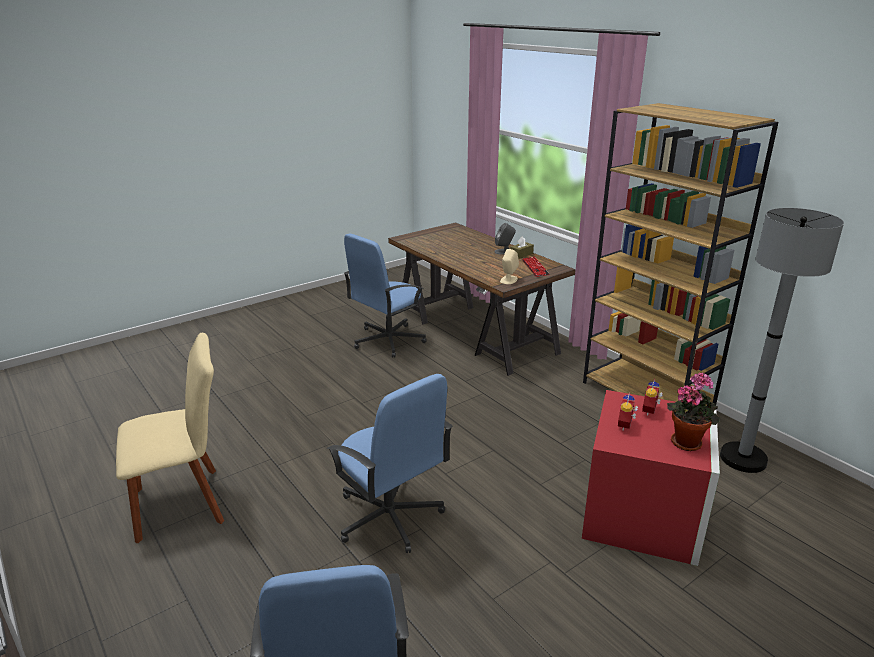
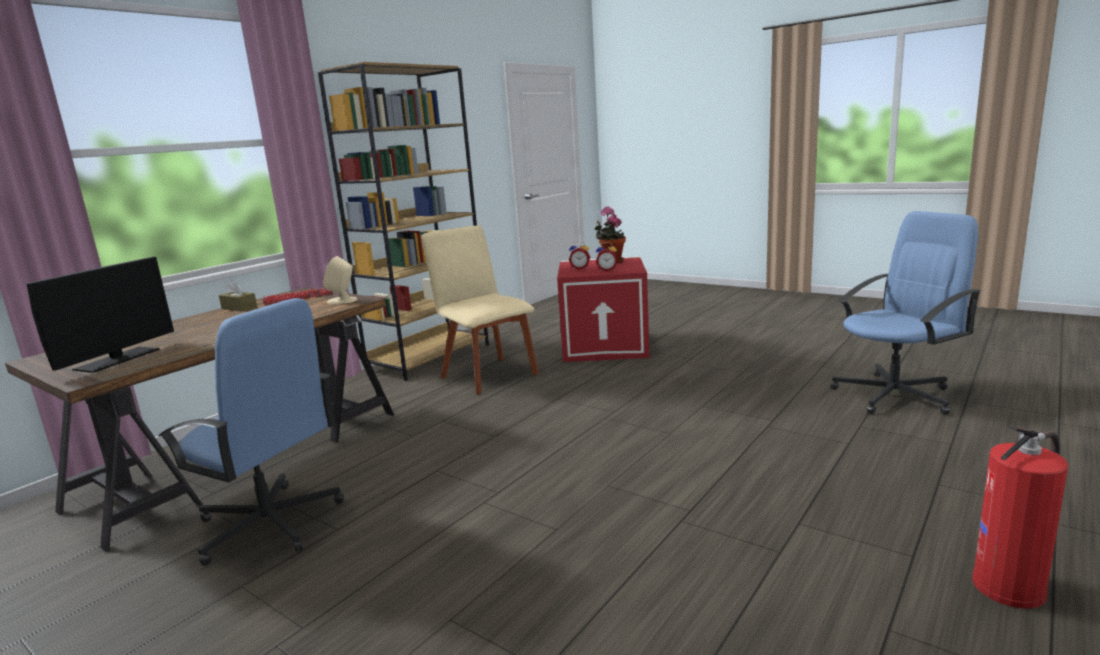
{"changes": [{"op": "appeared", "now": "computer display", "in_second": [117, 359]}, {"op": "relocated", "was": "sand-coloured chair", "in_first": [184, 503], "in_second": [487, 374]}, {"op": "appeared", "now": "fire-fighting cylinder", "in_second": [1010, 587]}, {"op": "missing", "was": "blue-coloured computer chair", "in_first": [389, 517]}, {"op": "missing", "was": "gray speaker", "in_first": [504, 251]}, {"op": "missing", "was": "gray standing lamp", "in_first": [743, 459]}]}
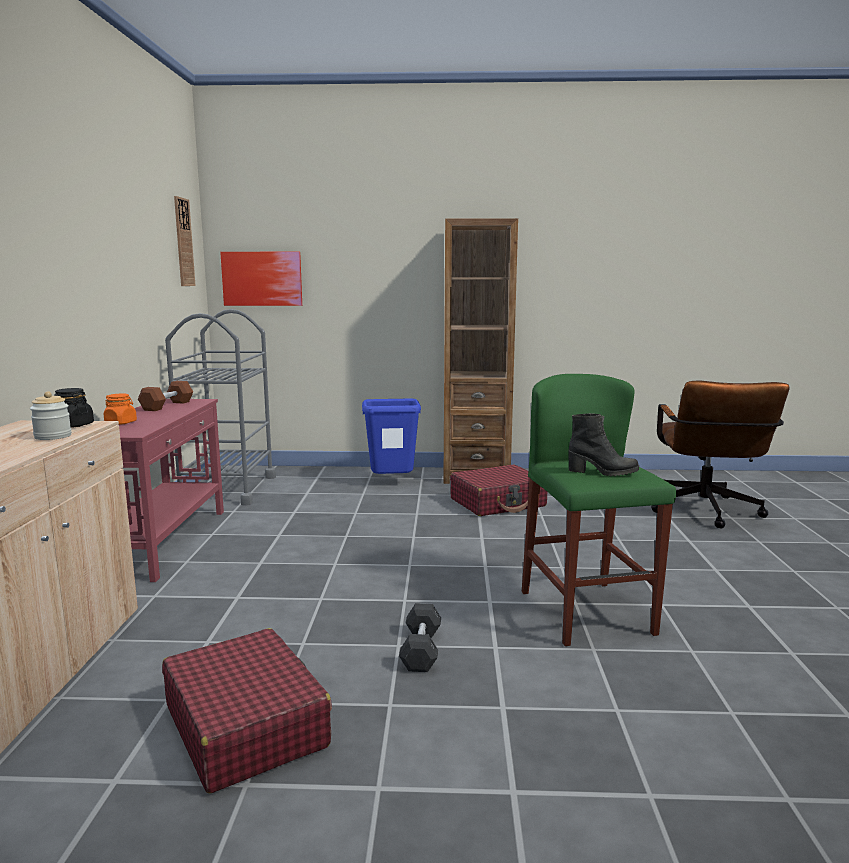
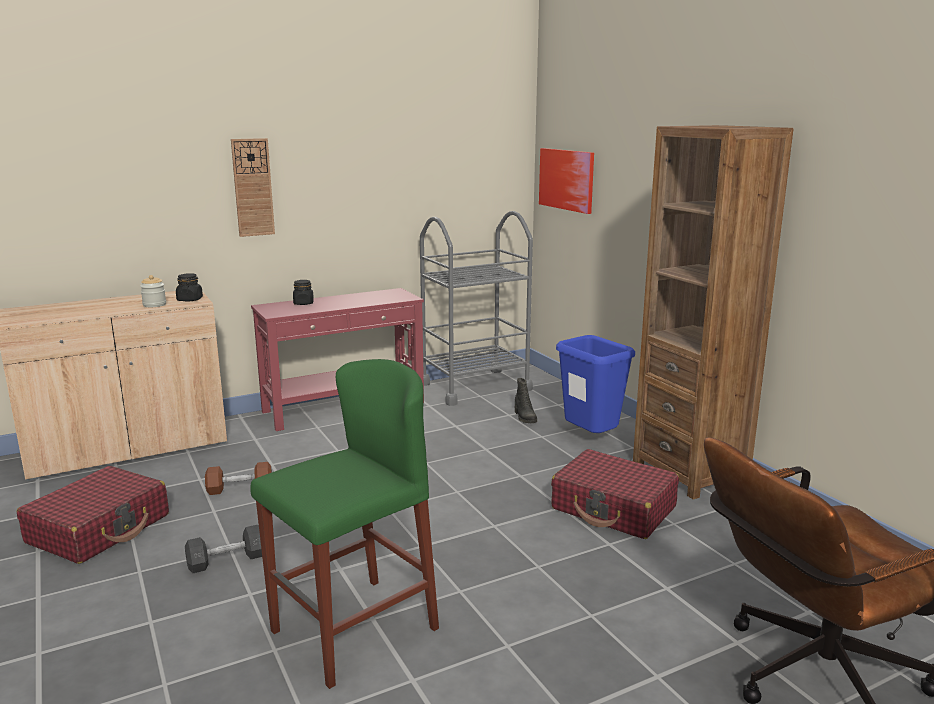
{"changes": [{"op": "relocated", "was": "brown dumbbell", "in_first": [167, 406], "in_second": [240, 488]}, {"op": "relocated", "was": "wall clock", "in_first": [183, 242], "in_second": [253, 187]}, {"op": "colour", "was": "orange jar", "now": "blackish jar", "in_first": [121, 423], "in_second": [303, 303]}, {"op": "relocated", "was": "blackish high-top boot", "in_first": [602, 472], "in_second": [524, 418]}]}
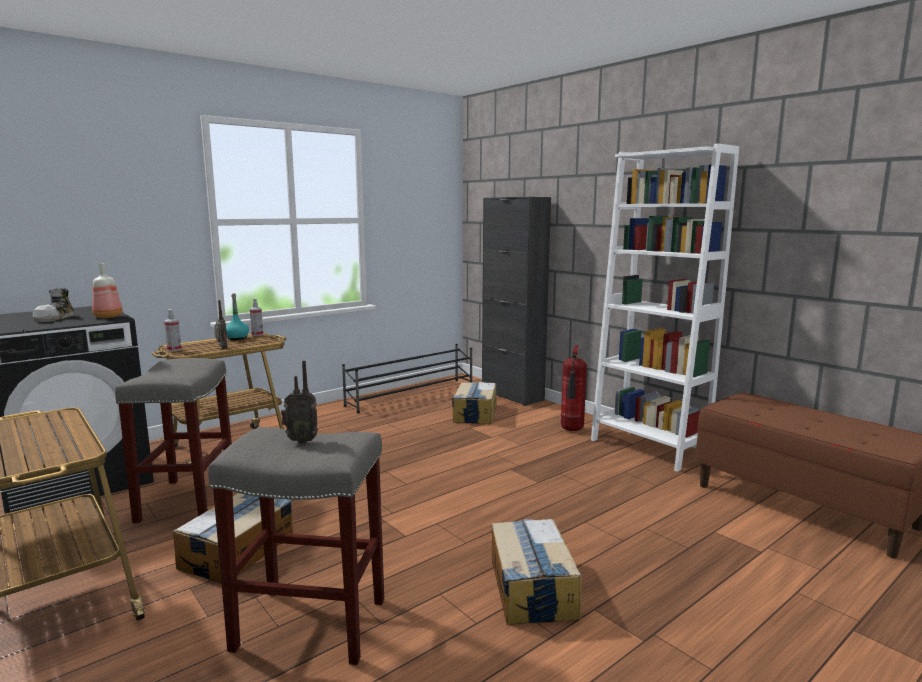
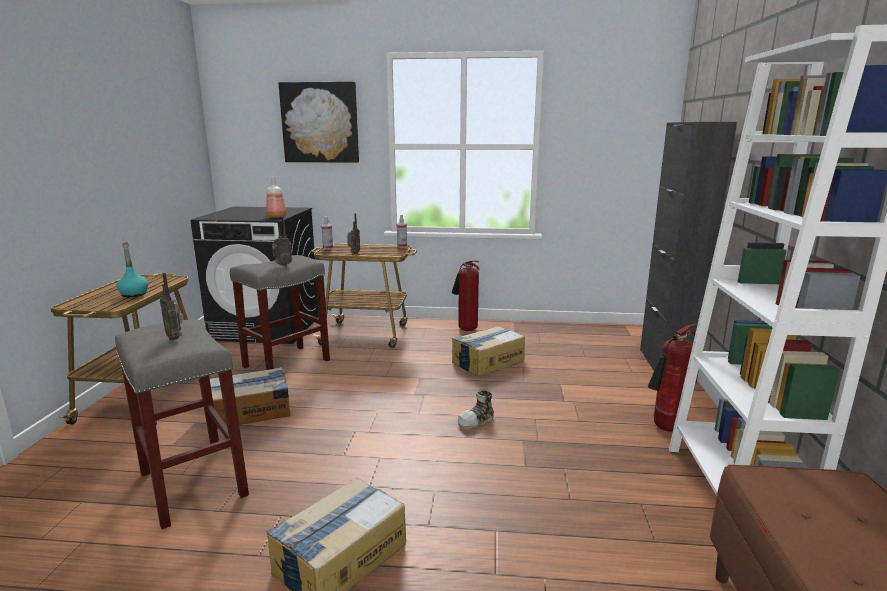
{"changes": [{"op": "relocated", "was": "turquoise beverage bottle", "in_first": [237, 338], "in_second": [134, 294]}, {"op": "appeared", "now": "radio", "in_second": [282, 265]}, {"op": "appeared", "now": "picture", "in_second": [320, 123]}, {"op": "appeared", "now": "fire-fighting cylinder", "in_second": [465, 329]}, {"op": "relocated", "was": "carton", "in_first": [475, 413], "in_second": [487, 361]}, {"op": "relocated", "was": "low shoe", "in_first": [56, 318], "in_second": [476, 421]}, {"op": "missing", "was": "blackish shoe shelf", "in_first": [412, 395]}]}
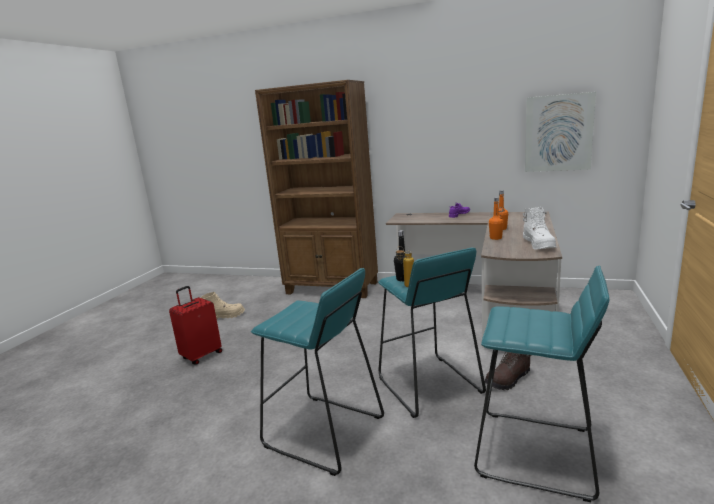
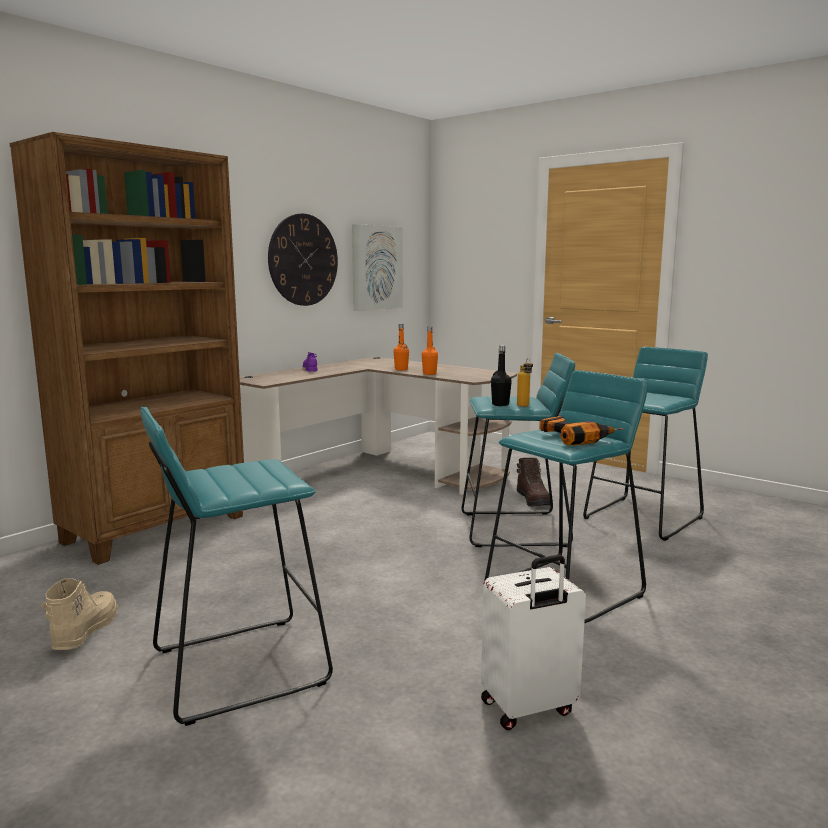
{"changes": [{"op": "exchanged", "was": "red suitcase", "now": "turquoise sitting stool", "in_first": [201, 355], "in_second": [238, 667]}, {"op": "appeared", "now": "wall clock", "in_second": [303, 260]}, {"op": "appeared", "now": "whitish suitcase", "in_second": [529, 708]}, {"op": "appeared", "now": "power drill", "in_second": [576, 438]}, {"op": "missing", "was": "whitish high-top boot", "in_first": [539, 244]}]}
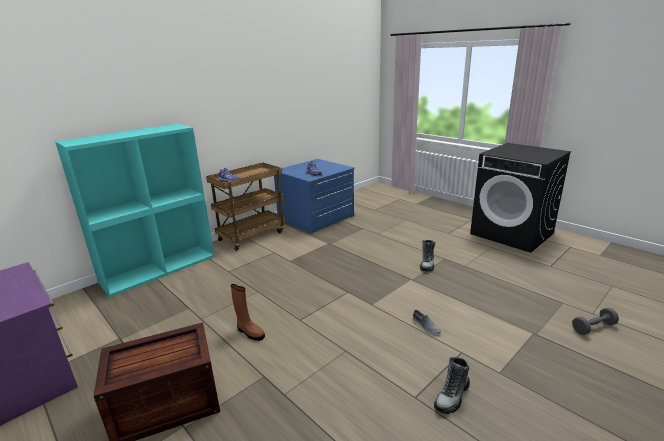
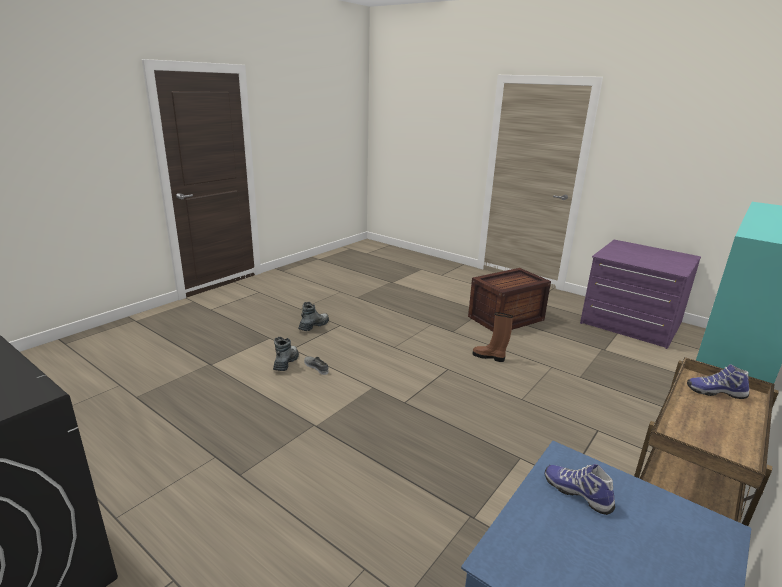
{"changes": [{"op": "relocated", "was": "high-top boot", "in_first": [427, 264], "in_second": [286, 363]}, {"op": "missing", "was": "gray dumbbell", "in_first": [593, 327]}]}
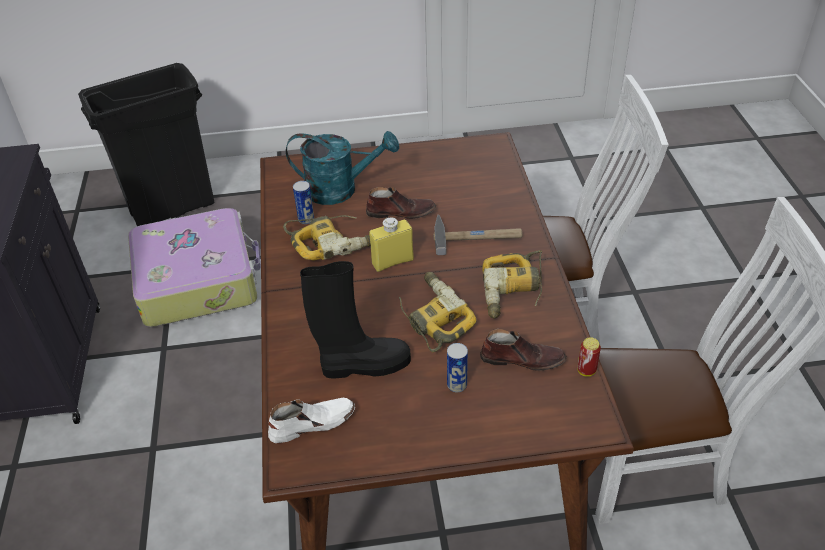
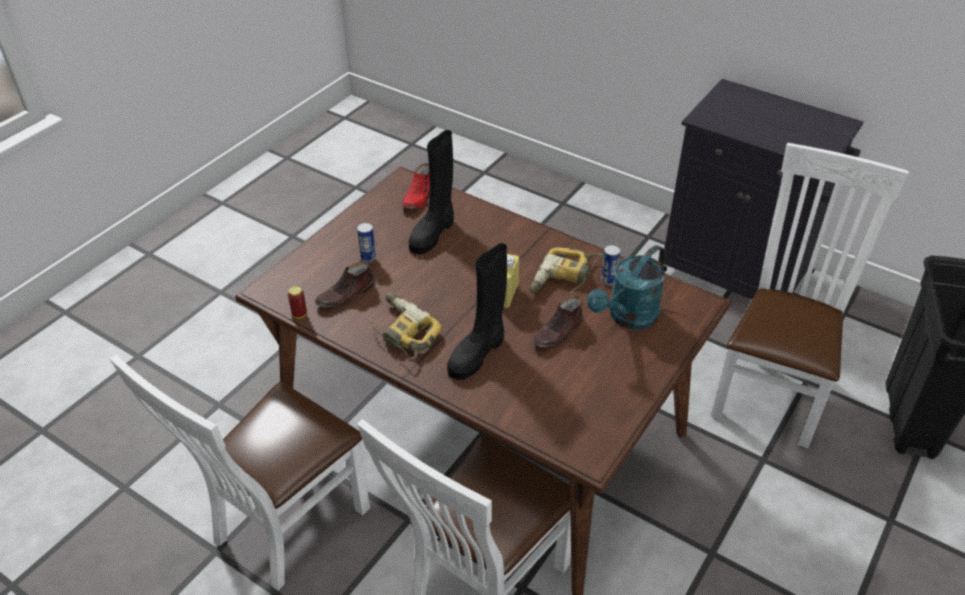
{"changes": [{"op": "colour", "was": "whitish low shoe", "now": "red low shoe", "in_first": [312, 423], "in_second": [419, 196]}, {"op": "exchanged", "was": "tool hammer", "now": "blackish high-top boot", "in_first": [477, 237], "in_second": [478, 353]}, {"op": "exchanged", "was": "suitcase", "now": "whitish chair", "in_first": [198, 279], "in_second": [772, 388]}, {"op": "missing", "was": "power drill", "in_first": [432, 317]}]}
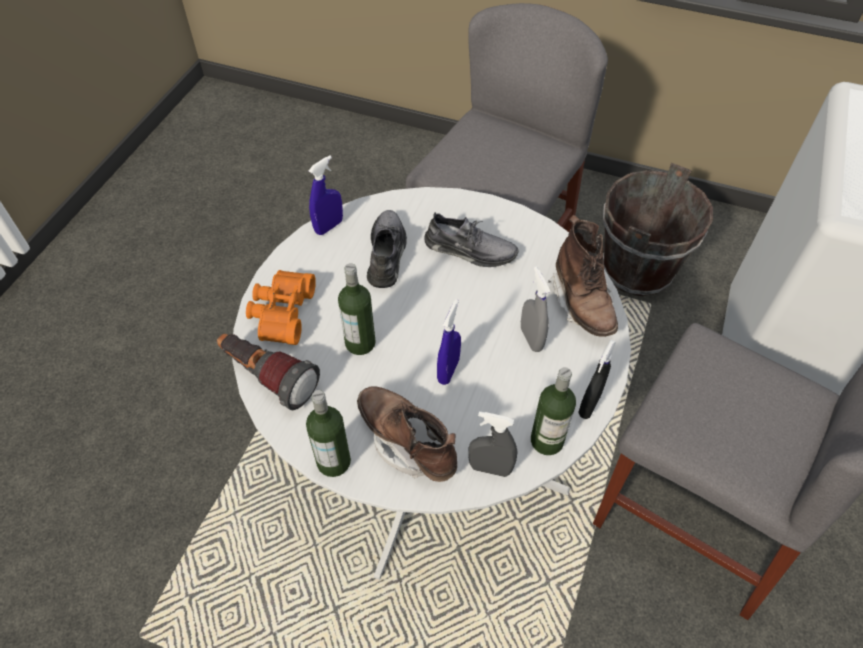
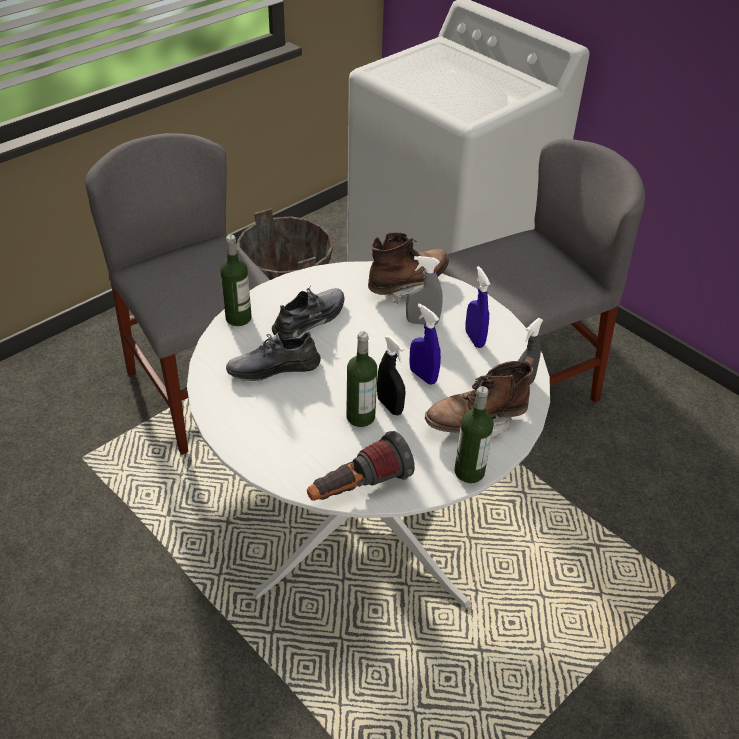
{"changes": [{"op": "relocated", "was": "beverage bottle", "in_first": [547, 440], "in_second": [238, 318]}, {"op": "spun", "was": "gray low shoe", "in_first": [386, 253], "in_second": [273, 367], "clockwise": -45}, {"op": "spun", "was": "brown high-top boot", "in_first": [582, 303], "in_second": [407, 285], "clockwise": -45}, {"op": "relocated", "was": "blackish sprayer", "in_first": [589, 405], "in_second": [390, 406]}, {"op": "relocated", "was": "blue-coloured sprayer", "in_first": [329, 226], "in_second": [474, 339]}, {"op": "missing", "was": "orange field glasses", "in_first": [280, 313]}]}
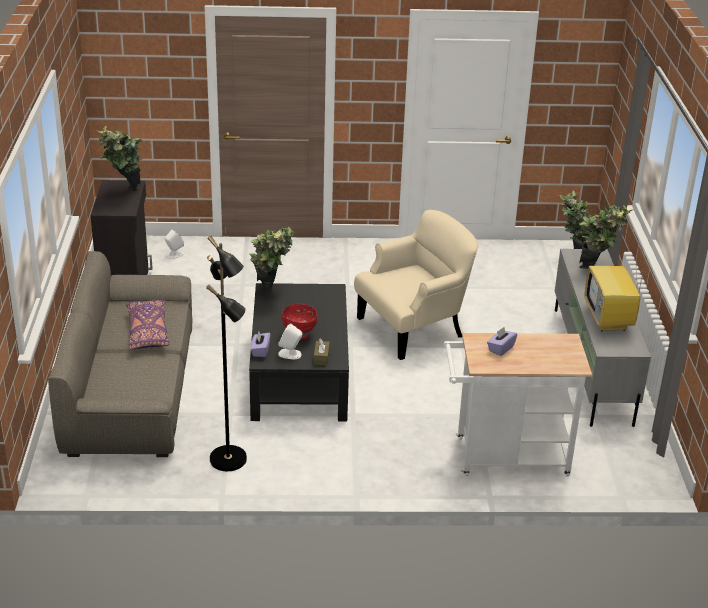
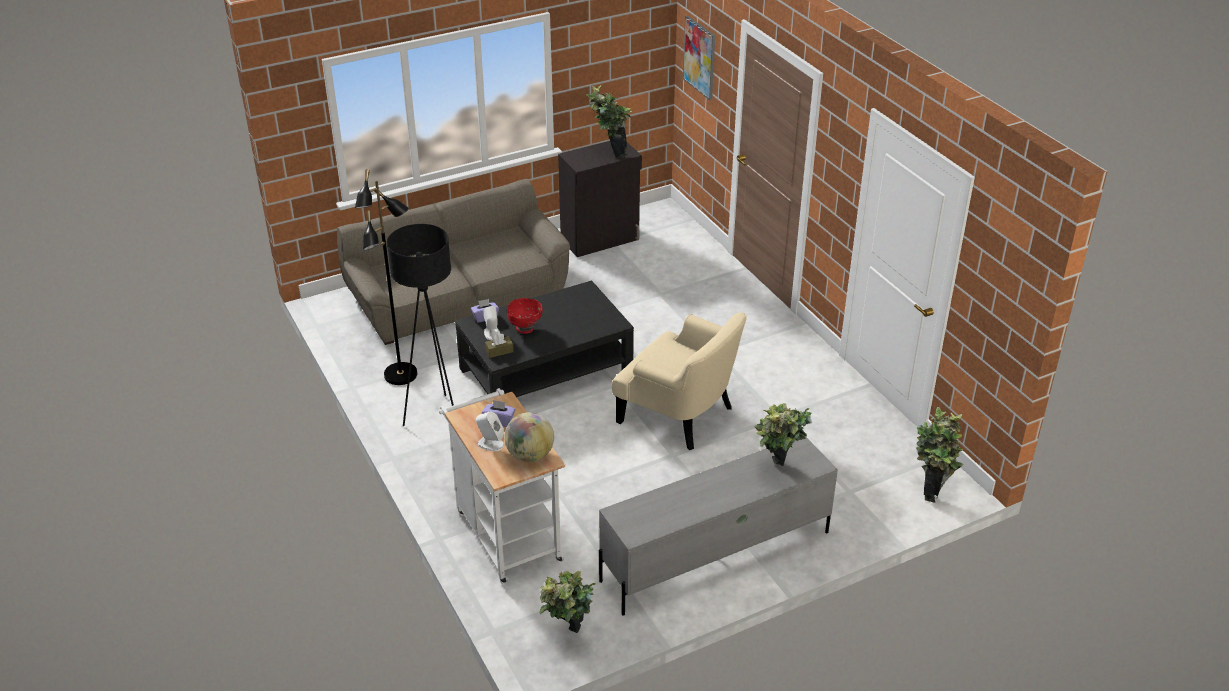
{"changes": [{"op": "appeared", "now": "blackish standing lamp", "in_second": [436, 417]}, {"op": "relocated", "was": "whitish speaker", "in_first": [174, 255], "in_second": [490, 444]}, {"op": "appeared", "now": "world globe", "in_second": [530, 455]}, {"op": "relocated", "was": "potted plant", "in_first": [273, 292], "in_second": [567, 639]}, {"op": "appeared", "now": "picture", "in_second": [699, 57]}, {"op": "missing", "was": "purple-coloured throw pillow", "in_first": [148, 332]}, {"op": "missing", "was": "TV", "in_first": [609, 320]}]}
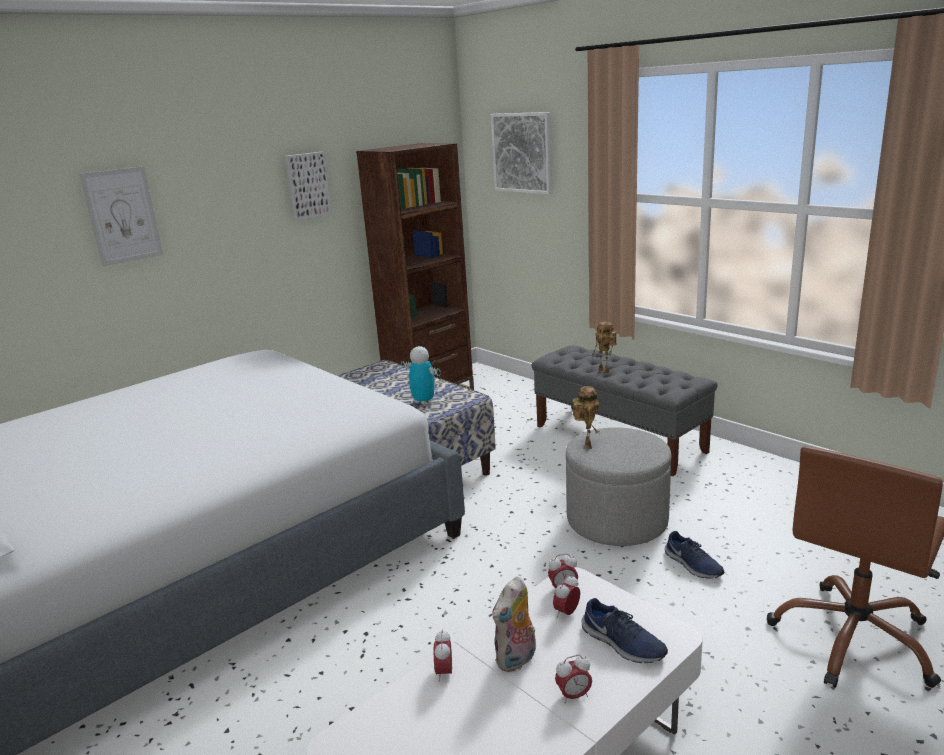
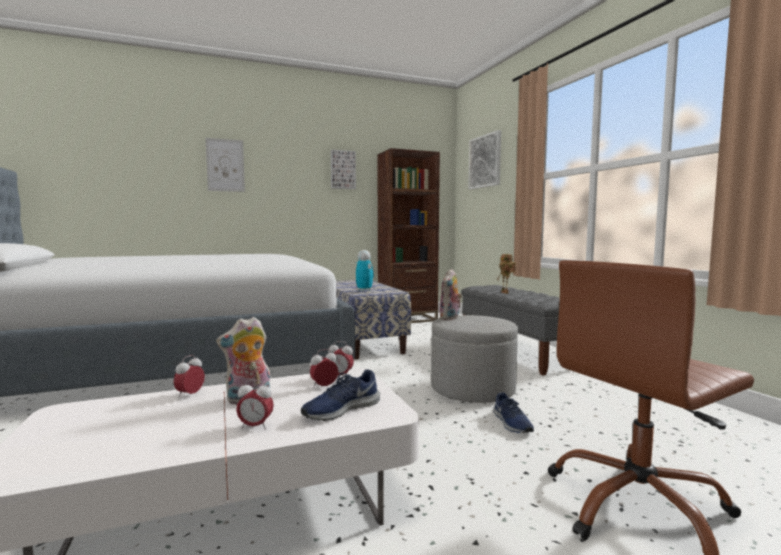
{"changes": [{"op": "spun", "was": "blue-coloured low shoe", "in_first": [622, 644], "in_second": [341, 409], "clockwise": 75}, {"op": "exchanged", "was": "robot figure", "now": "soft toy", "in_first": [586, 446], "in_second": [450, 318]}]}
